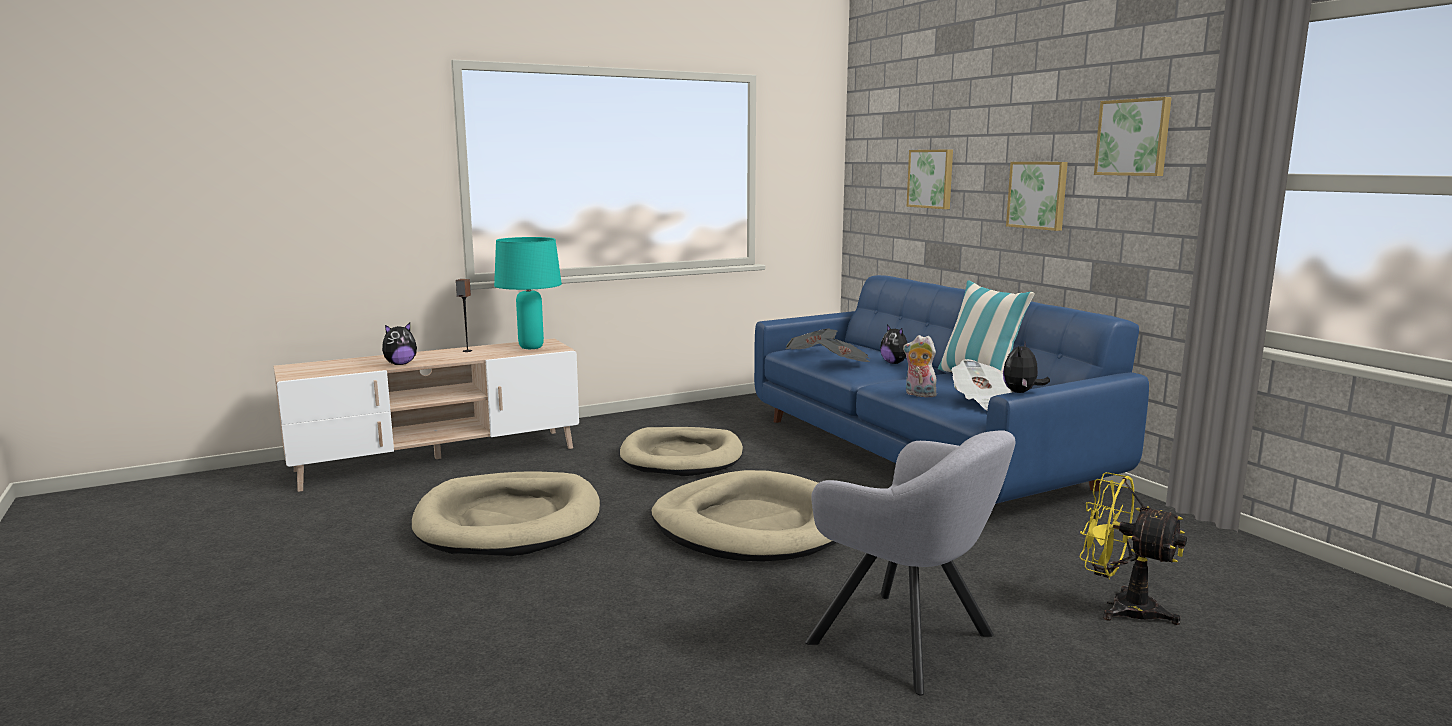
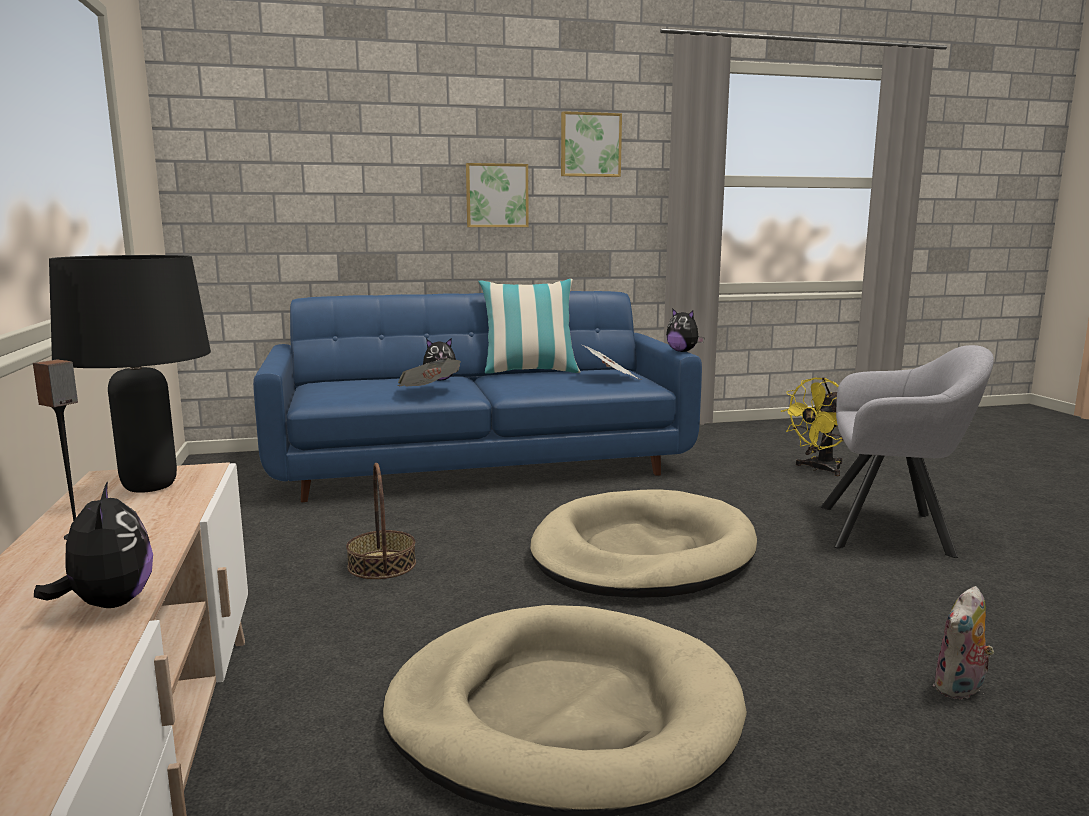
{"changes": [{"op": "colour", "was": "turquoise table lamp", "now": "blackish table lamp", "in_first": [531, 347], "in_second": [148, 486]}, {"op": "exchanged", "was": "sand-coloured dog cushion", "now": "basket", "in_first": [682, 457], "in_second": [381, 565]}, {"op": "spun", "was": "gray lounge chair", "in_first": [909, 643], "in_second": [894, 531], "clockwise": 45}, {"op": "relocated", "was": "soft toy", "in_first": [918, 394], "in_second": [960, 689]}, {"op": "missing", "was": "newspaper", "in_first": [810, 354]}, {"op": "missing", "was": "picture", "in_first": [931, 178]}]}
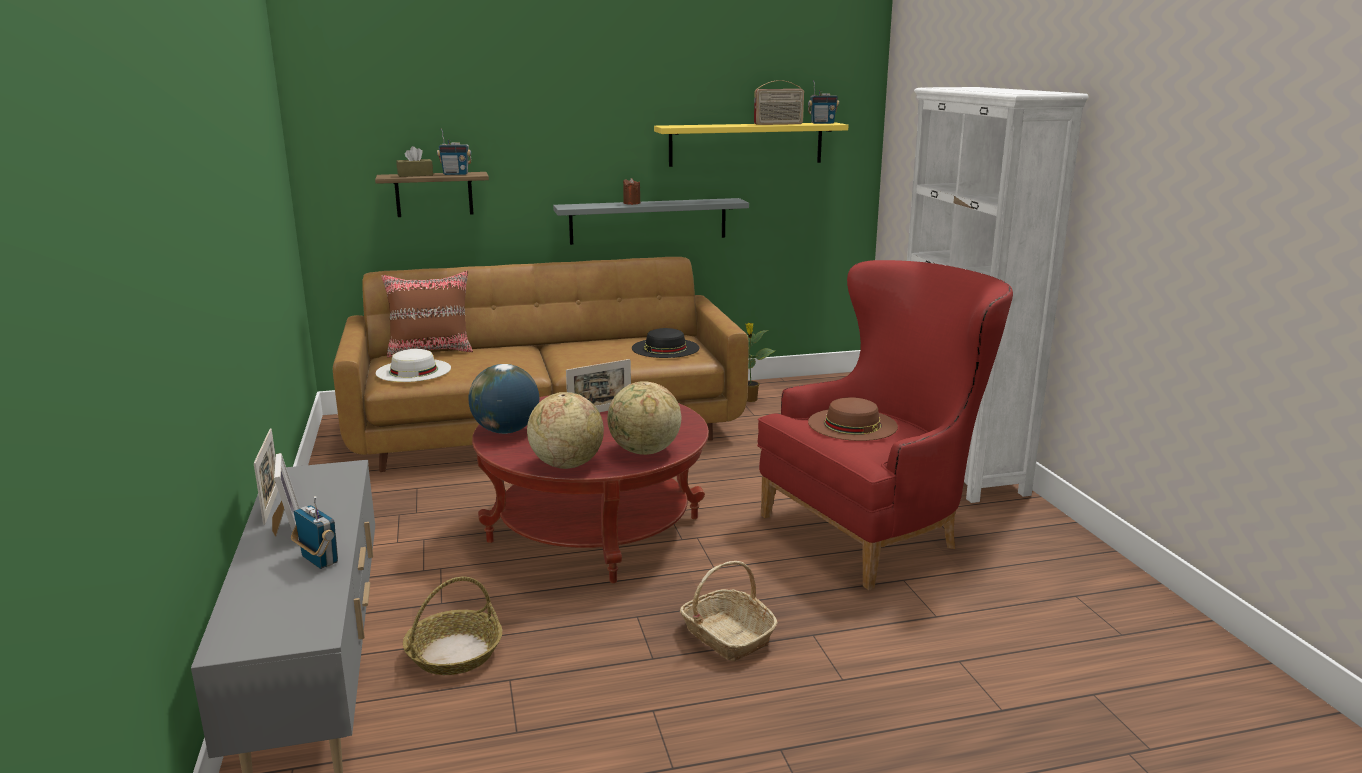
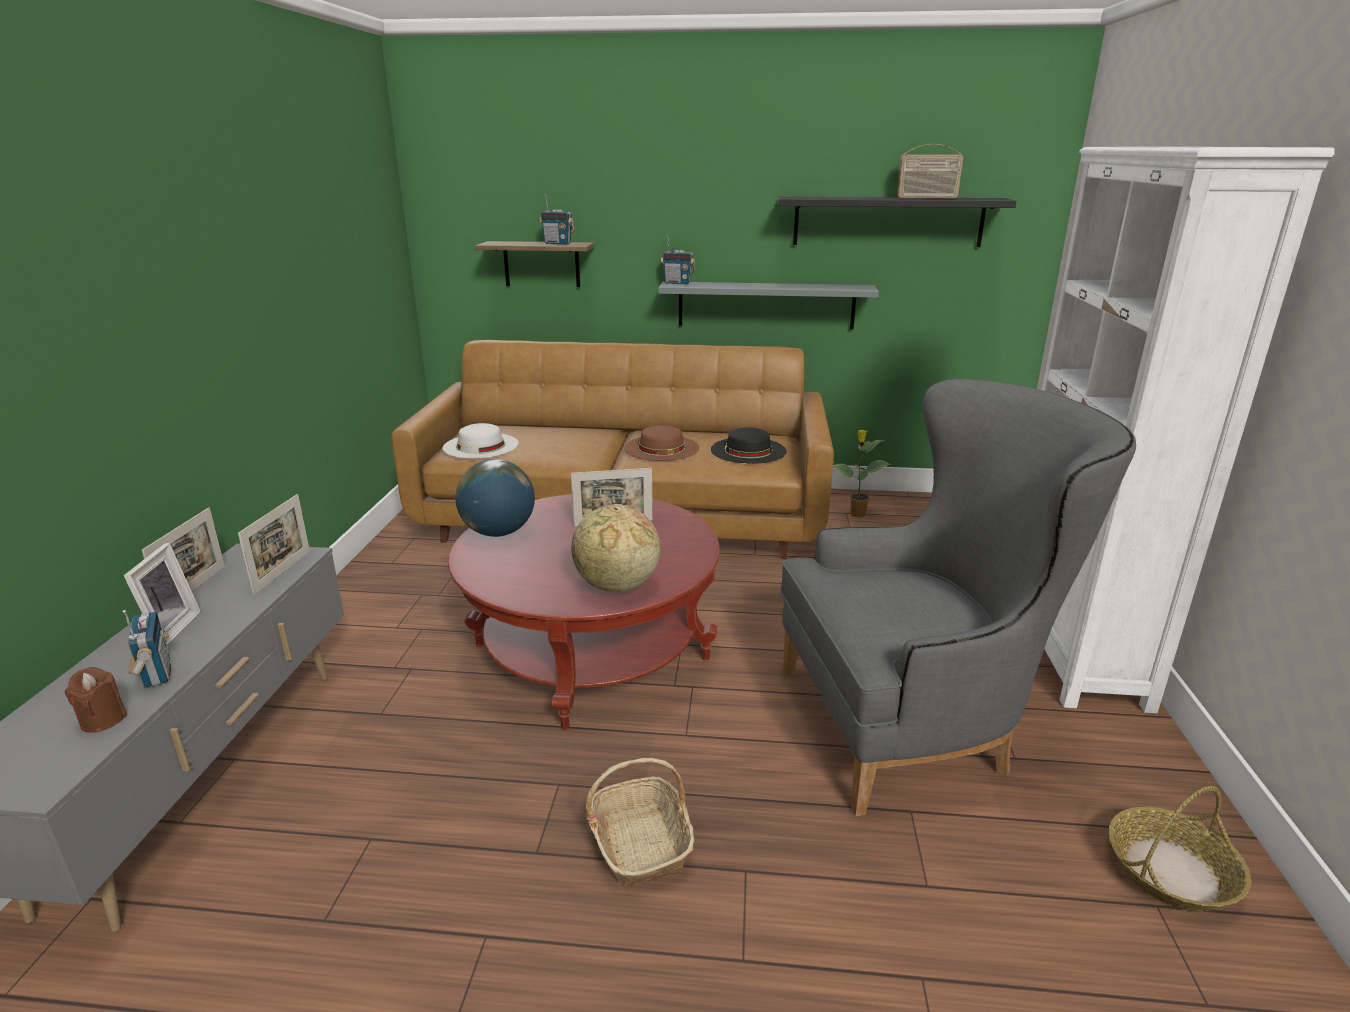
{"changes": [{"op": "relocated", "was": "brown wax candle", "in_first": [632, 203], "in_second": [103, 720]}, {"op": "appeared", "now": "photo frame", "in_second": [283, 572]}, {"op": "relocated", "was": "brown hat", "in_first": [852, 424], "in_second": [661, 448]}, {"op": "relocated", "was": "radio", "in_first": [822, 123], "in_second": [677, 283]}, {"op": "colour", "was": "yellowish bracket shelf", "now": "blackish bracket shelf", "in_first": [746, 144], "in_second": [888, 221]}, {"op": "colour", "was": "red lounge chair", "now": "gray lounge chair", "in_first": [877, 530], "in_second": [916, 723]}, {"op": "relocated", "was": "basket", "in_first": [455, 653], "in_second": [1171, 871]}, {"op": "missing", "was": "brown throw pillow", "in_first": [431, 351]}, {"op": "missing", "was": "brown tissue holder", "in_first": [415, 175]}, {"op": "missing", "was": "world globe", "in_first": [566, 464]}]}
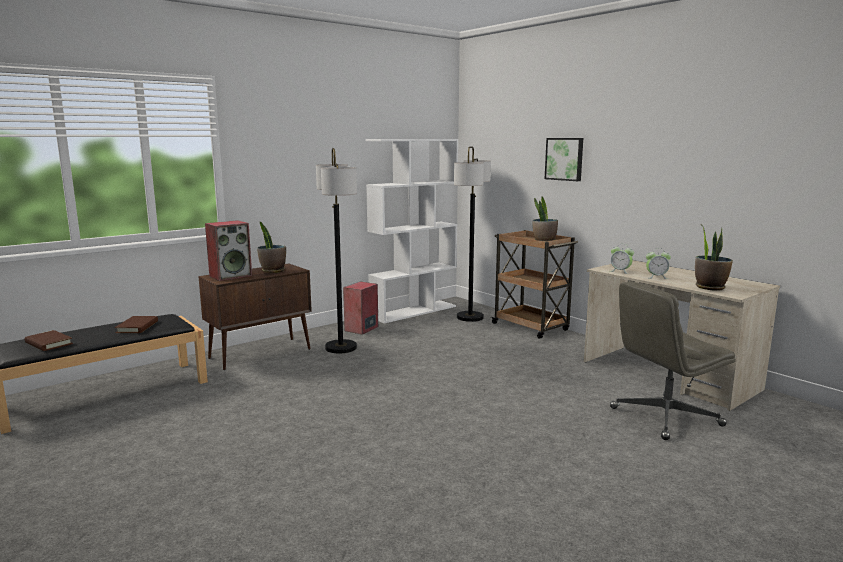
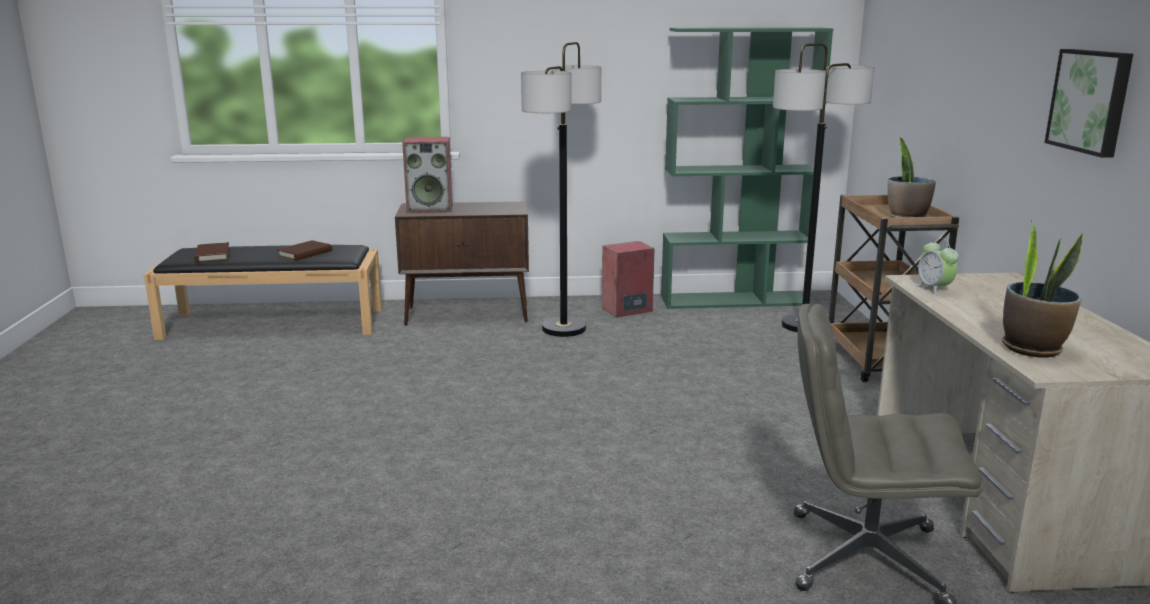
{"changes": [{"op": "colour", "was": "whitish shelving unit", "now": "greenish shelving unit", "in_first": [413, 311], "in_second": [734, 300]}, {"op": "relocated", "was": "picture", "in_first": [565, 159], "in_second": [1091, 101]}, {"op": "missing", "was": "potted plant", "in_first": [272, 271]}, {"op": "missing", "was": "table clock", "in_first": [656, 277]}]}
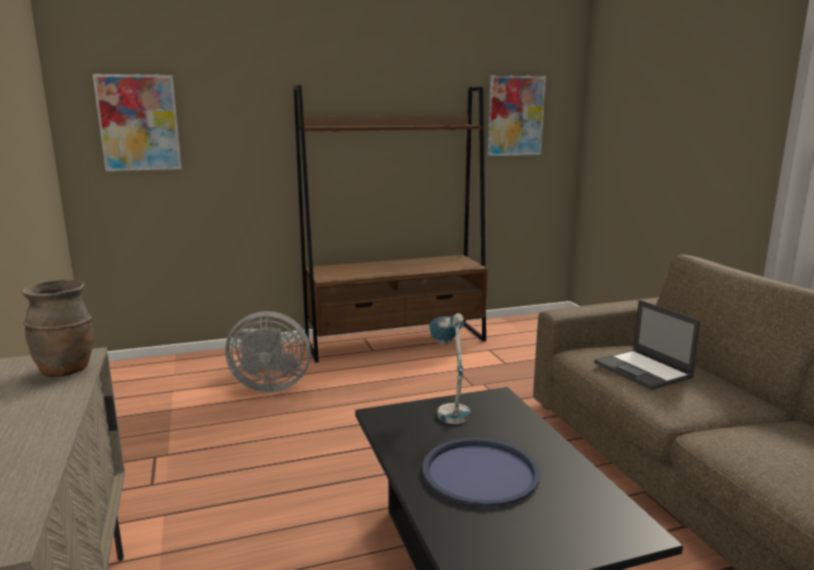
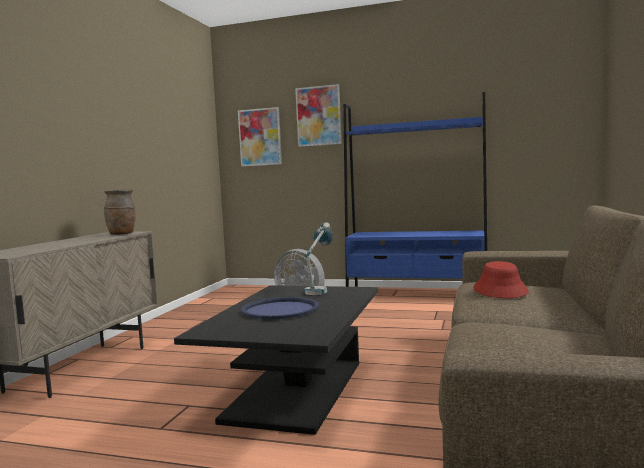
{"changes": [{"op": "relocated", "was": "picture", "in_first": [515, 116], "in_second": [318, 116]}, {"op": "colour", "was": "brown shelving unit", "now": "blue-coloured shelving unit", "in_first": [396, 341], "in_second": [417, 293]}, {"op": "exchanged", "was": "laptop", "now": "red hat", "in_first": [643, 370], "in_second": [500, 290]}]}
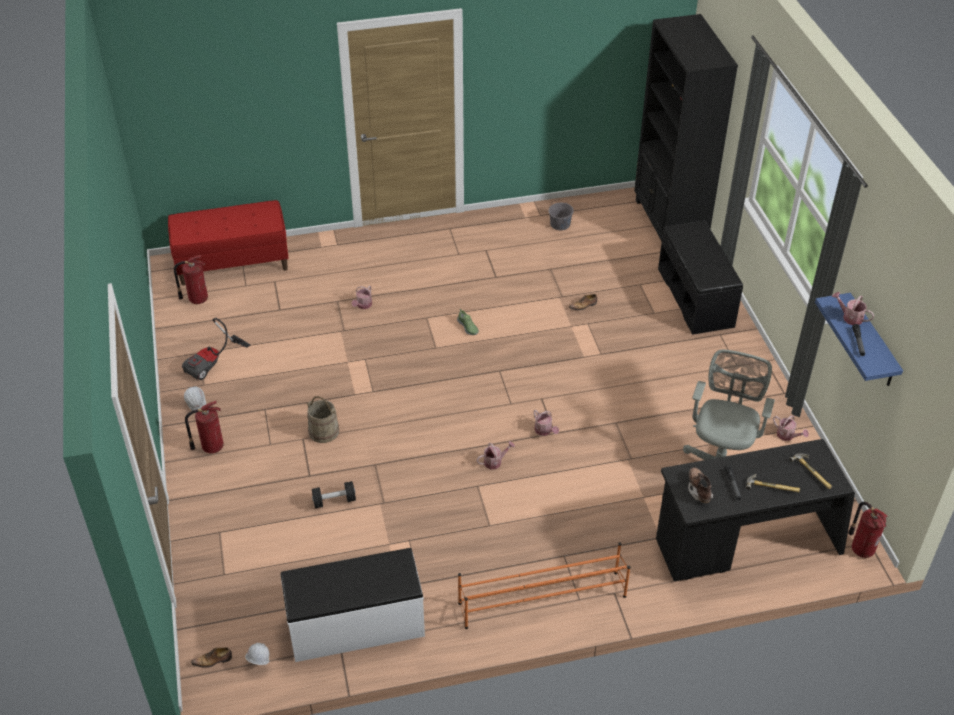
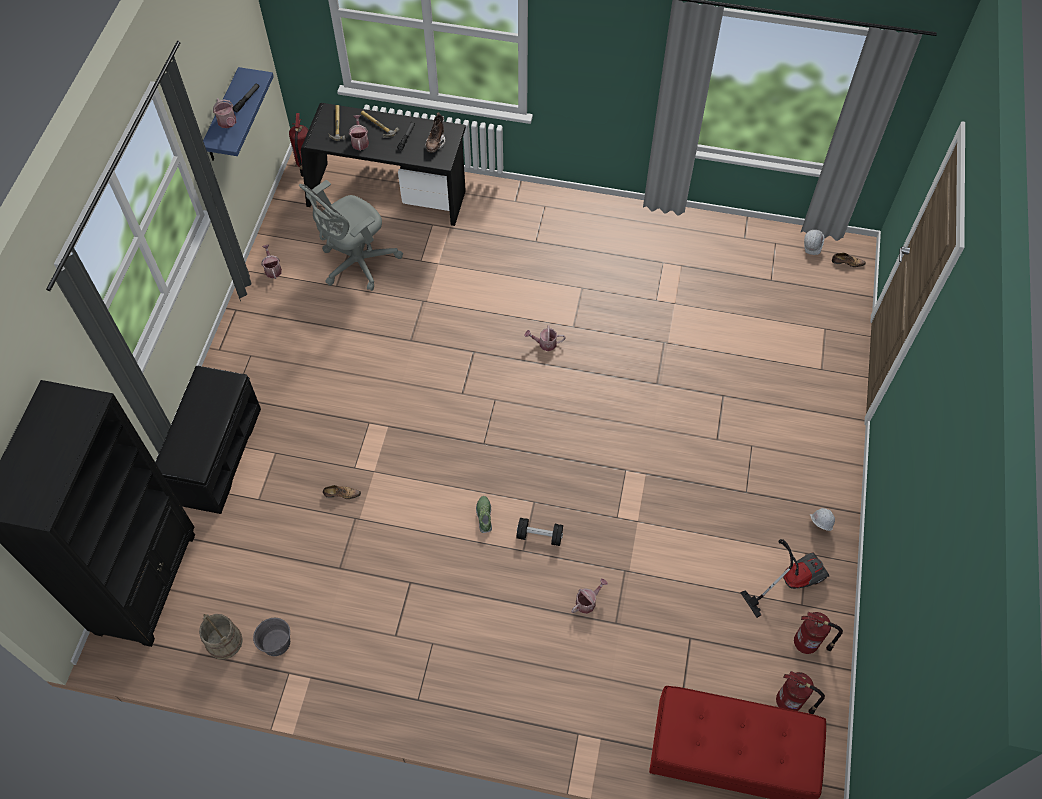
{"changes": [{"op": "relocated", "was": "sand-coloured bucket", "in_first": [324, 431], "in_second": [224, 642]}, {"op": "relocated", "was": "watering pot", "in_first": [544, 431], "in_second": [360, 141]}, {"op": "relocated", "was": "blackish dumbbell", "in_first": [334, 501], "in_second": [539, 536]}, {"op": "relocated", "was": "fire-fighting cylinder", "in_first": [211, 447], "in_second": [807, 643]}, {"op": "missing", "was": "whitish bench", "in_first": [356, 626]}, {"op": "missing", "was": "orange shoe shelf", "in_first": [541, 599]}]}
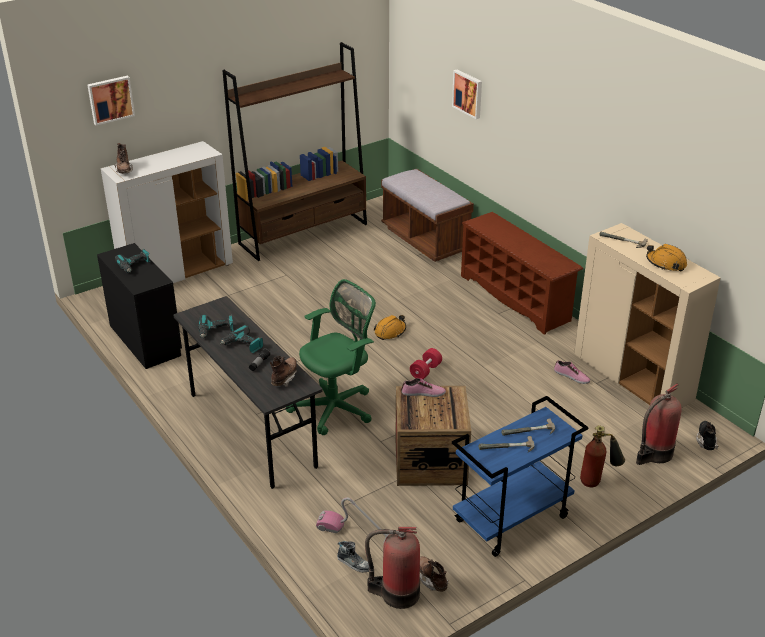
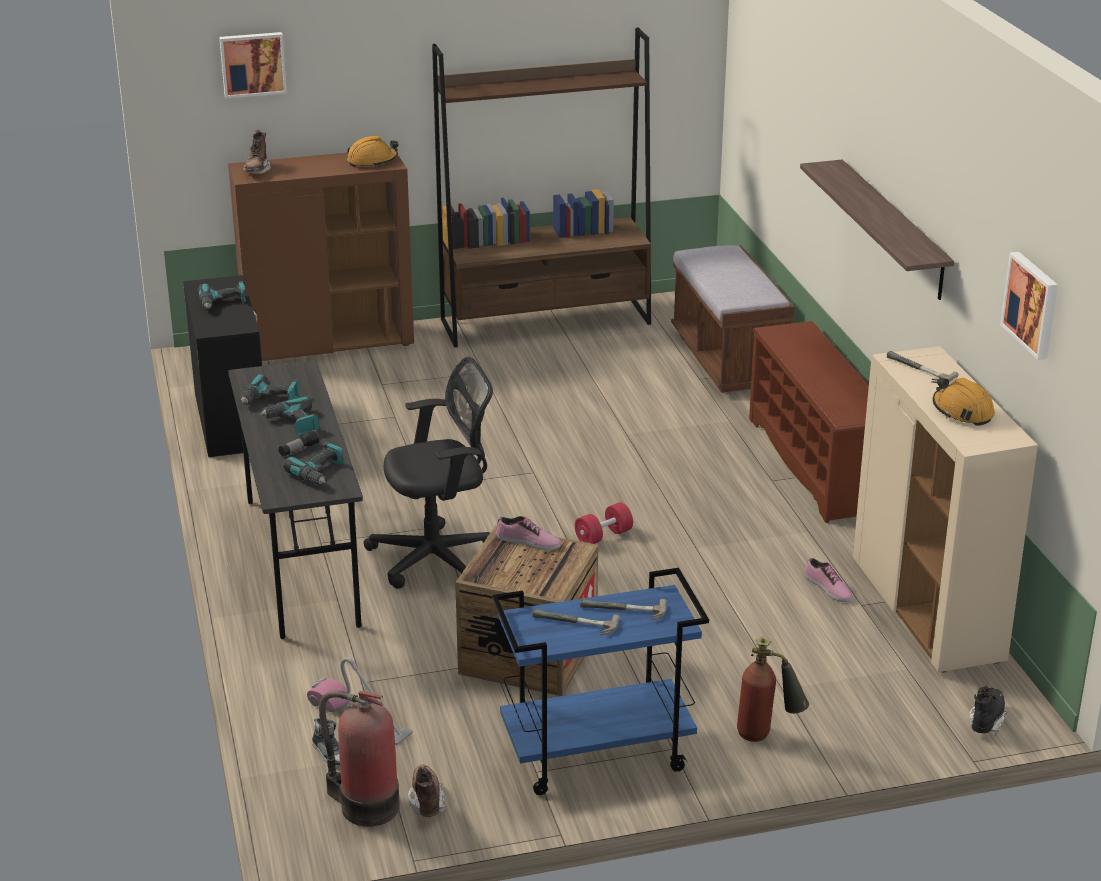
{"changes": [{"op": "colour", "was": "whitish cabinet", "now": "brown cabinet", "in_first": [177, 273], "in_second": [329, 343]}, {"op": "exchanged", "was": "brown high-top boot", "now": "power drill", "in_first": [284, 378], "in_second": [320, 473]}, {"op": "relocated", "was": "orange safety helmet", "in_first": [390, 331], "in_second": [372, 161]}, {"op": "colour", "was": "greenish computer chair", "now": "blackish computer chair", "in_first": [336, 408], "in_second": [439, 558]}, {"op": "appeared", "now": "bracket shelf", "in_second": [893, 229]}, {"op": "relocated", "was": "picture", "in_first": [468, 93], "in_second": [1032, 304]}, {"op": "missing", "was": "fire-fighting cylinder", "in_first": [654, 453]}]}
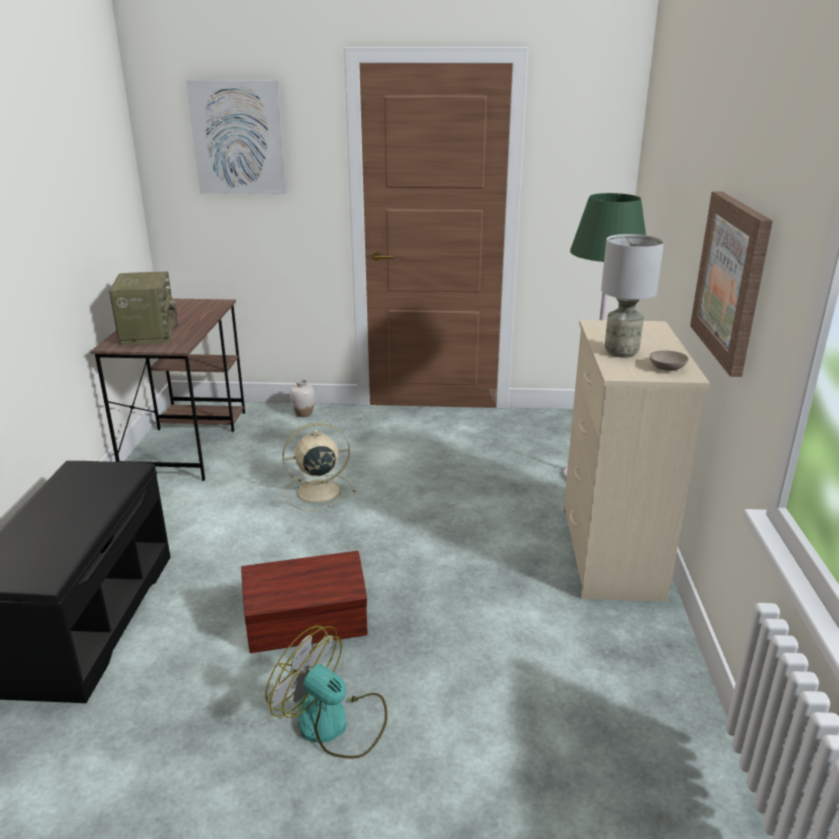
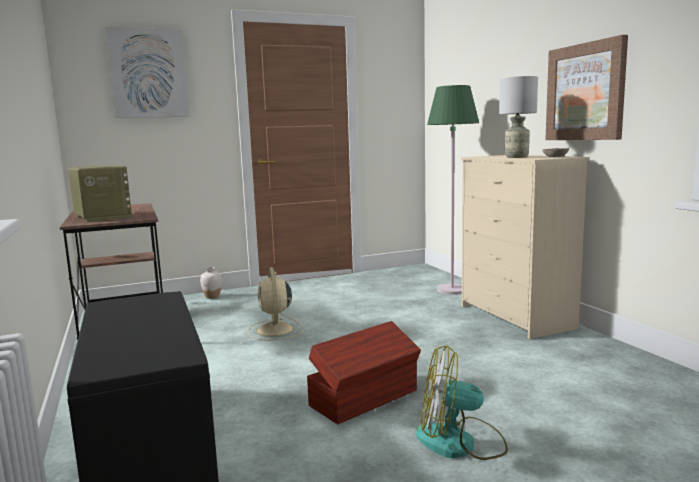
{"changes": [{"op": "spun", "was": "sand-coloured fan", "in_first": [316, 492], "in_second": [275, 330], "clockwise": -60}]}
